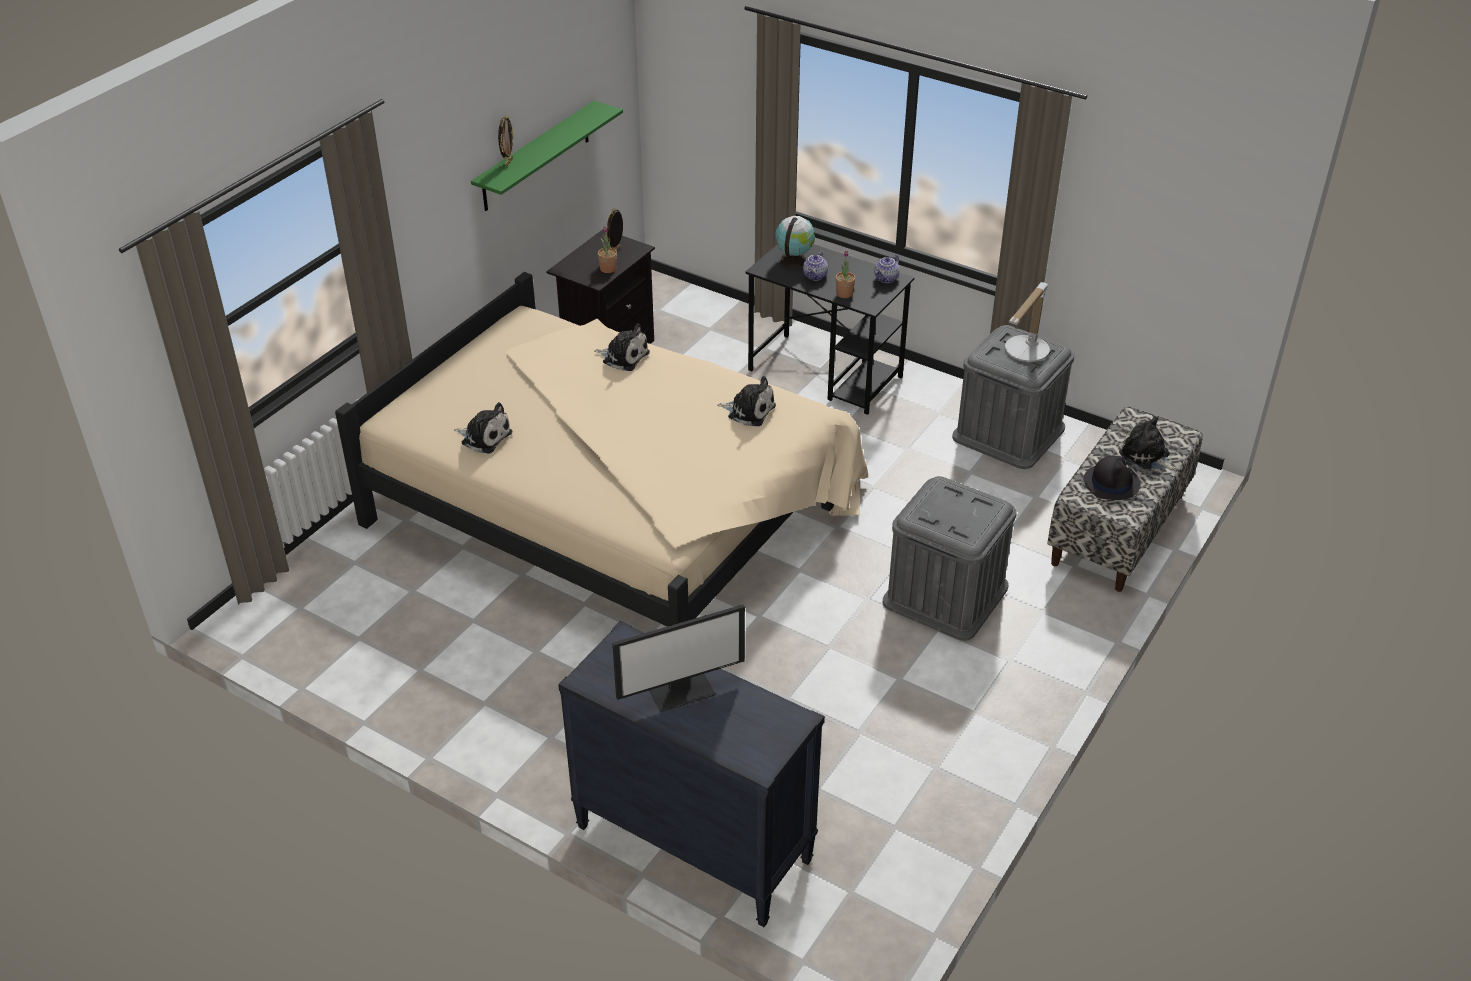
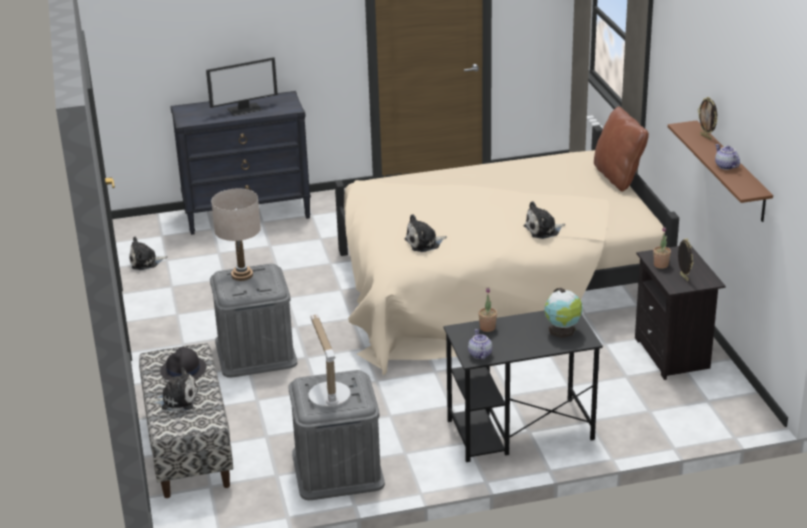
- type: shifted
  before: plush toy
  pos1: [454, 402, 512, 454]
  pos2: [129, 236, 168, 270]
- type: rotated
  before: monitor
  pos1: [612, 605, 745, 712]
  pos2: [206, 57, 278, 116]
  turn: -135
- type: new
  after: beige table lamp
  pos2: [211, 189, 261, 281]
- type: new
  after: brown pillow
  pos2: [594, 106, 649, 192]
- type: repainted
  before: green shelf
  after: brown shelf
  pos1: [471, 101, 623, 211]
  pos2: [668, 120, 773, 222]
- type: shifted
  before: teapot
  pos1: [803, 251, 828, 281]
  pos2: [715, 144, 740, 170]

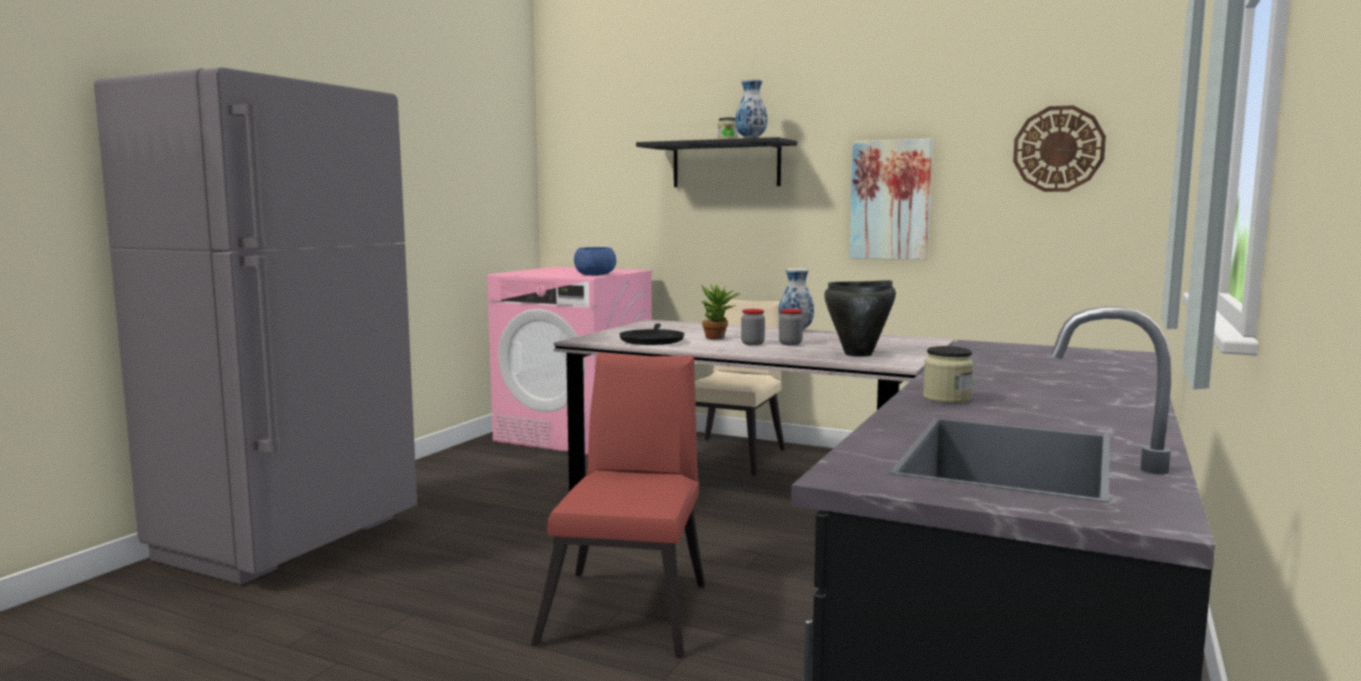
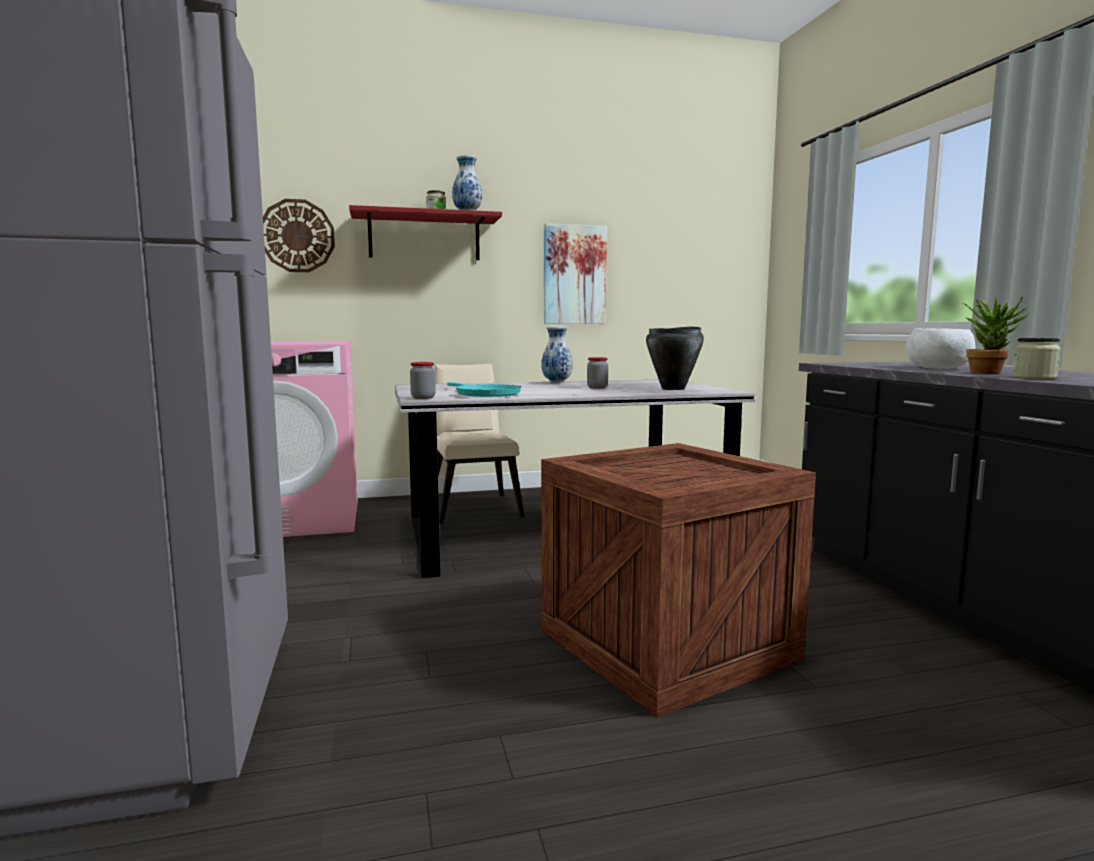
- type: shifted
  before: wall clock
  pos1: [1013, 105, 1106, 192]
  pos2: [263, 199, 335, 272]
- type: repainted
  before: black shelf
  after: red shelf
  pos1: [636, 137, 797, 187]
  pos2: [349, 205, 502, 260]
- type: shifted
  before: jar
  pos1: [741, 309, 765, 345]
  pos2: [410, 362, 436, 399]
- type: repainted
  before: black frying pan
  after: turquoise frying pan
  pos1: [619, 324, 684, 345]
  pos2: [447, 382, 521, 397]
- type: swapped
  before: red chair
  after: crate
  pos1: [531, 352, 705, 658]
  pos2: [541, 443, 816, 718]
- type: new
  after: white bowl
  pos2: [906, 328, 976, 369]
- type: shifted
  before: potted plant
  pos1: [701, 284, 741, 339]
  pos2: [962, 297, 1030, 374]
- type: gone
  before: blue bowl
  pos1: [574, 247, 616, 276]

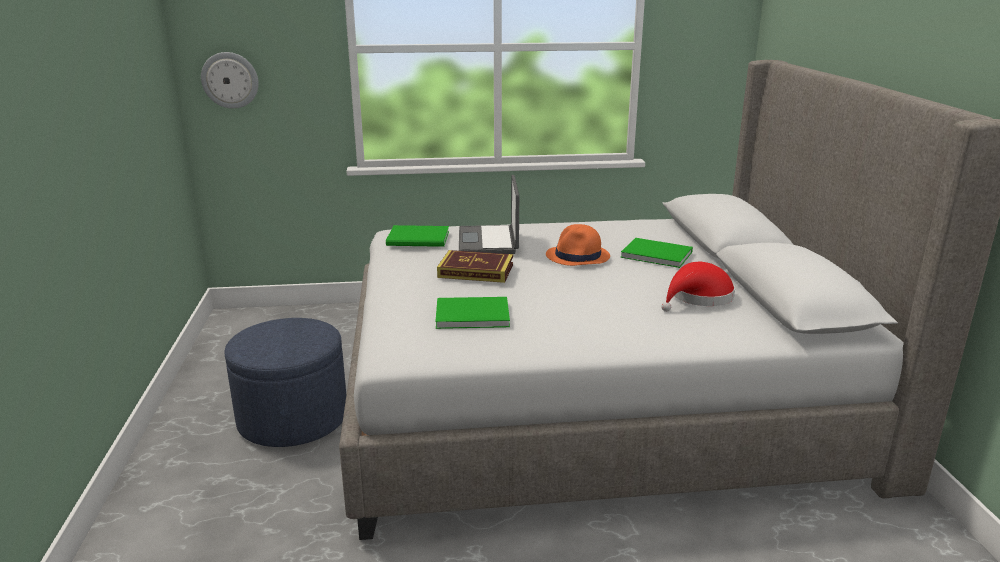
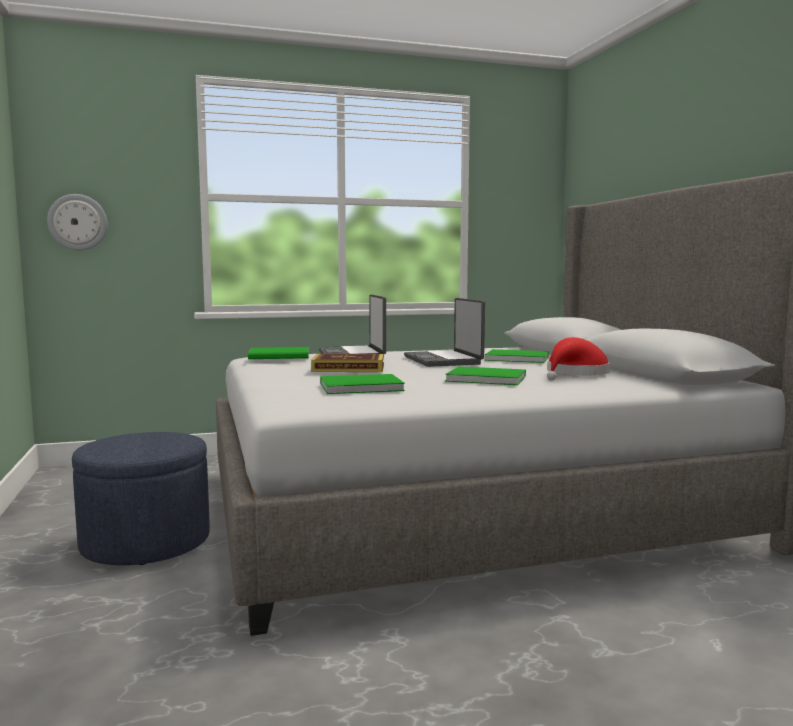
- type: swapped
  before: orange hat
  after: laptop
  pos1: [546, 224, 610, 266]
  pos2: [404, 298, 485, 367]
- type: new
  after: green book
  pos2: [445, 366, 526, 385]

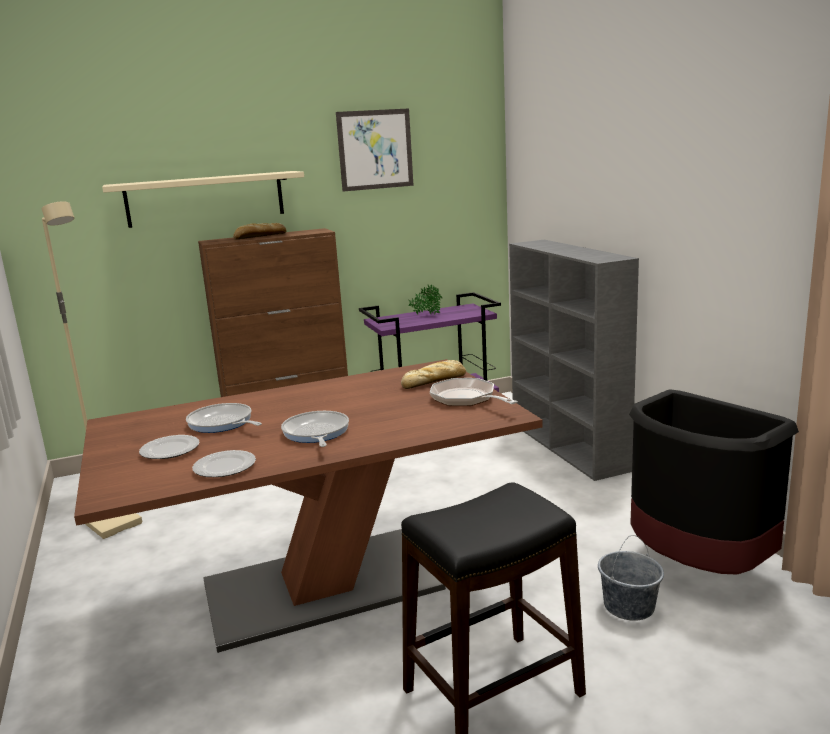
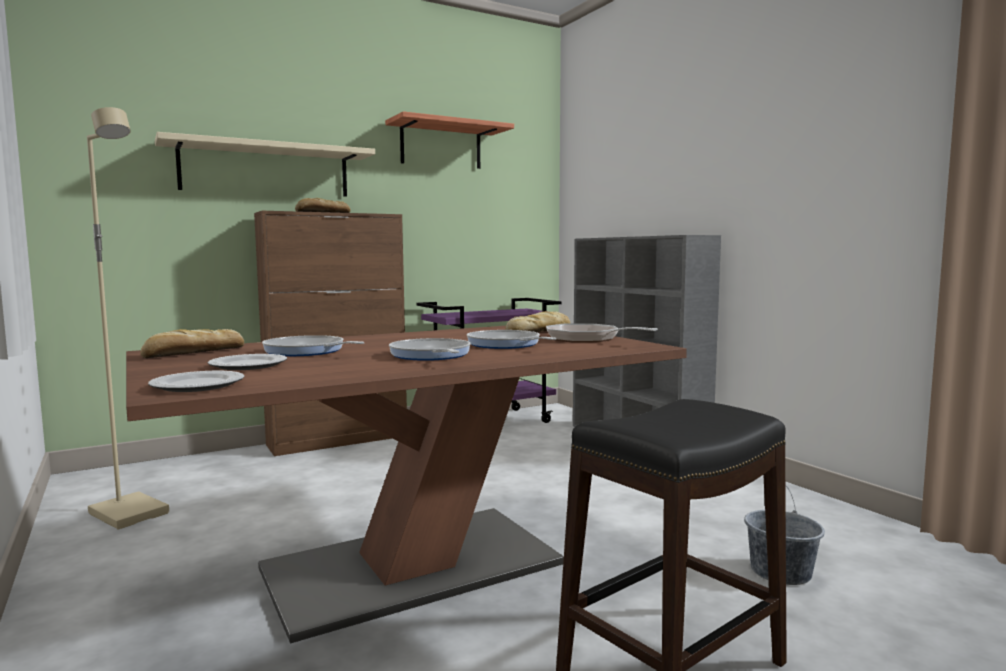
- type: new
  after: bread
  pos2: [140, 329, 244, 358]
- type: shifted
  before: plate
  pos1: [192, 450, 256, 477]
  pos2: [148, 371, 245, 392]
- type: swapped
  before: picture
  after: shelf
  pos1: [336, 108, 414, 192]
  pos2: [385, 111, 514, 169]
- type: new
  after: frying pan
  pos2: [467, 330, 557, 349]
- type: gone
  before: potted plant
  pos1: [408, 284, 442, 315]
- type: gone
  before: black trash can
  pos1: [629, 390, 799, 574]

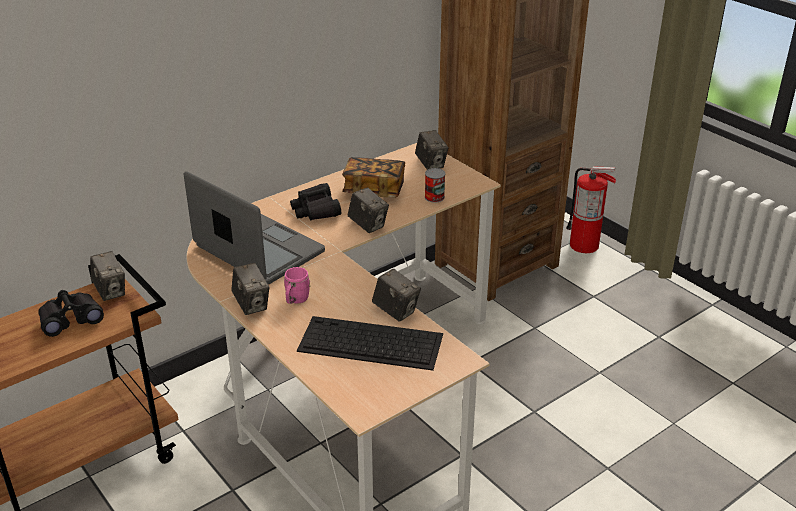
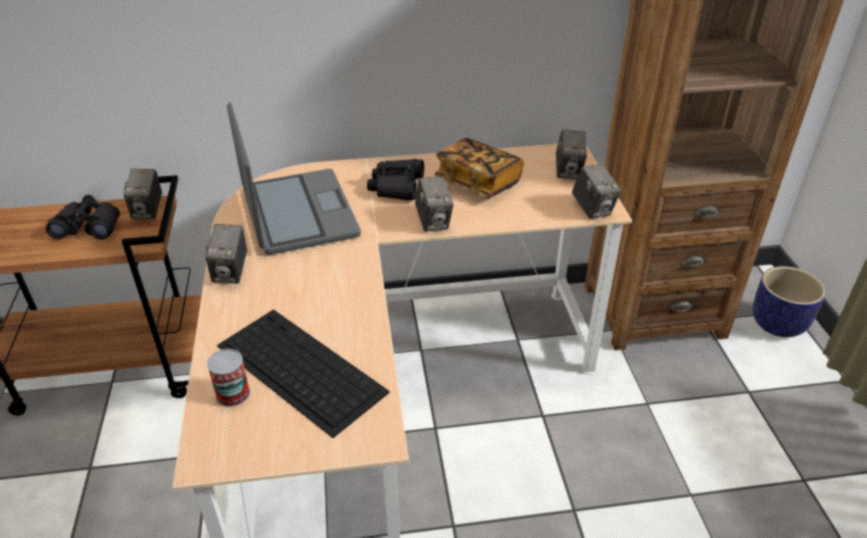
- type: shifted
  before: can
  pos1: [425, 168, 445, 203]
  pos2: [207, 349, 250, 407]
- type: shifted
  before: photo camera
  pos1: [372, 269, 421, 322]
  pos2: [572, 164, 621, 219]
- type: swapped
  before: fire extinguisher
  after: planter
  pos1: [566, 166, 616, 253]
  pos2: [752, 266, 826, 337]
- type: gone
  before: pink mug
  pos1: [284, 267, 310, 304]

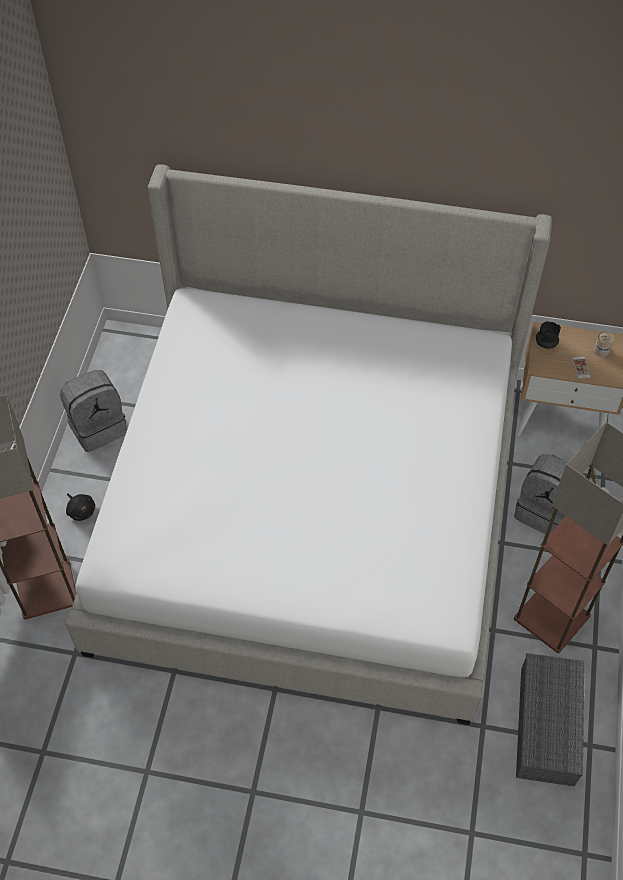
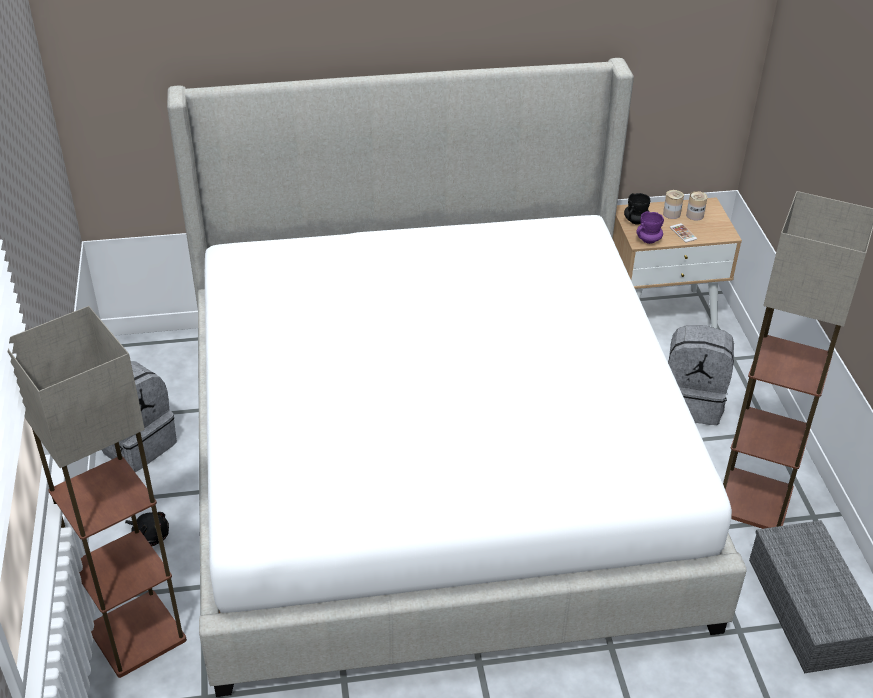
- type: new
  after: purple mug
  pos2: [636, 211, 664, 244]
- type: new
  after: can
  pos2: [663, 190, 684, 219]

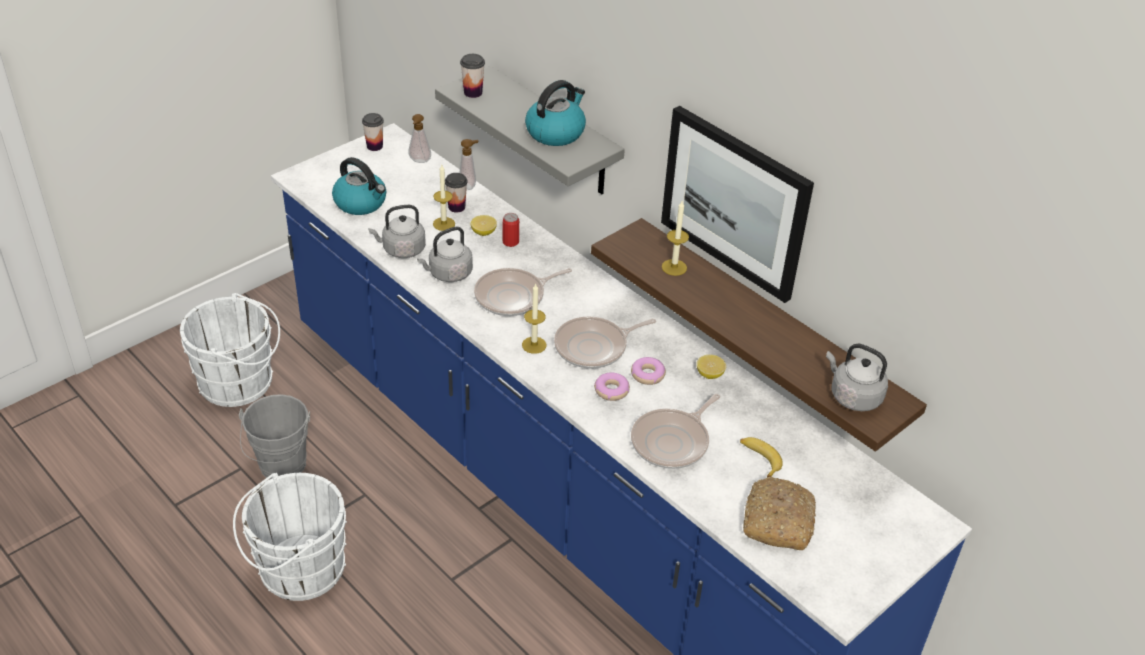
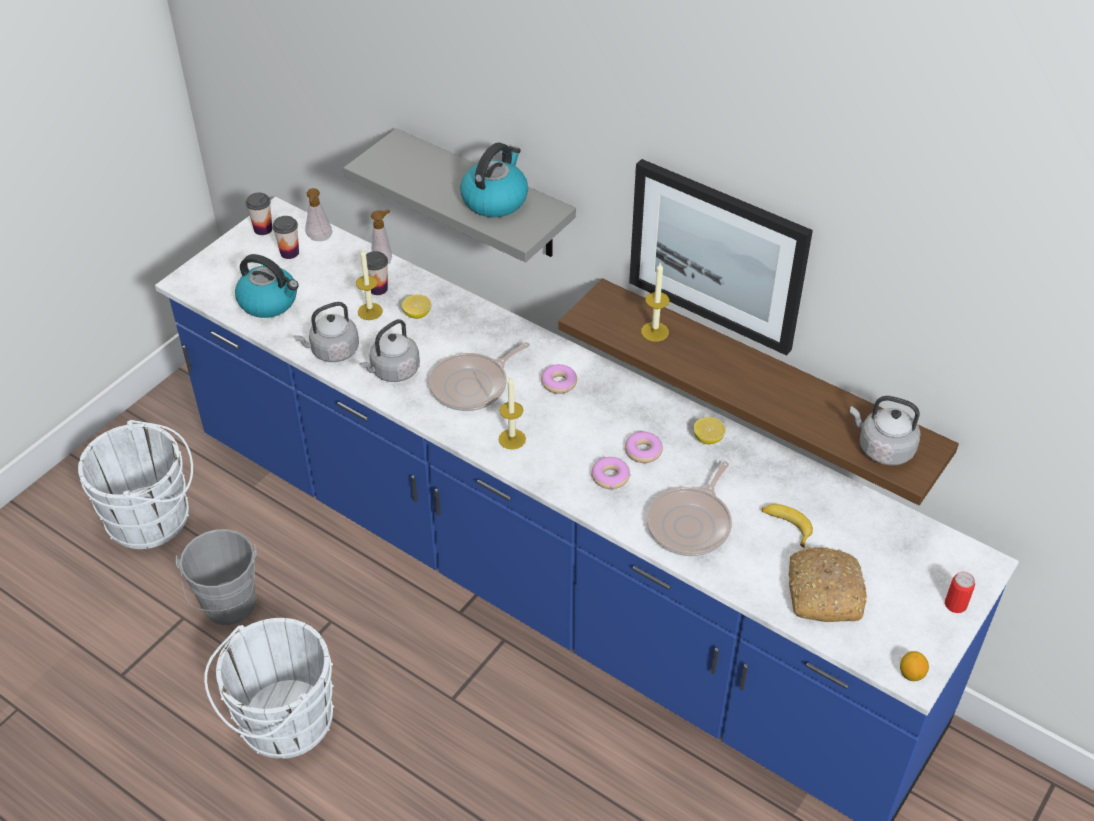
- type: shifted
  before: cup
  pos1: [460, 54, 485, 98]
  pos2: [272, 216, 299, 259]
- type: new
  after: donut
  pos2: [541, 364, 577, 394]
- type: new
  after: lemon
  pos2: [900, 651, 929, 681]
- type: shifted
  before: can
  pos1: [503, 213, 519, 247]
  pos2: [945, 571, 975, 613]
- type: gone
  before: frying pan
  pos1: [554, 316, 656, 369]

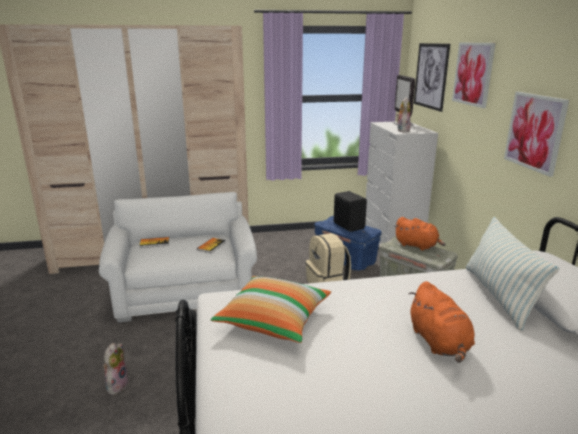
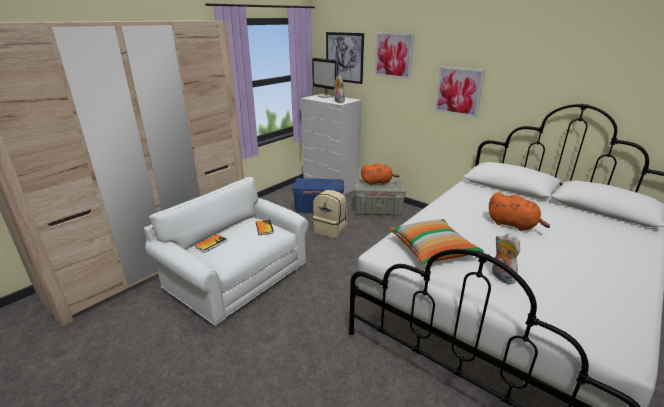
- type: shifted
  before: plush toy
  pos1: [103, 343, 129, 395]
  pos2: [492, 233, 520, 284]
- type: gone
  before: black speaker
  pos1: [334, 191, 367, 232]
- type: gone
  before: pillow
  pos1: [466, 217, 559, 330]

